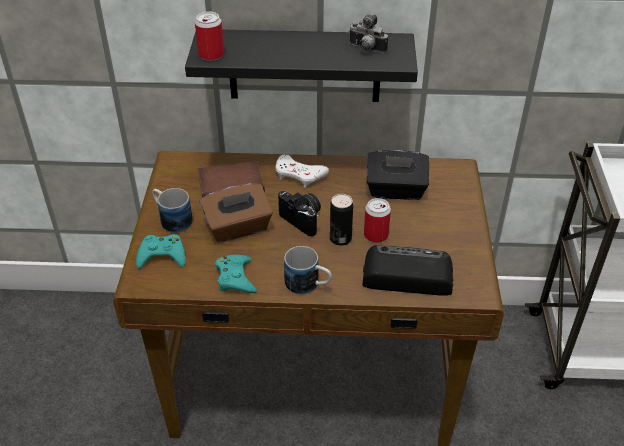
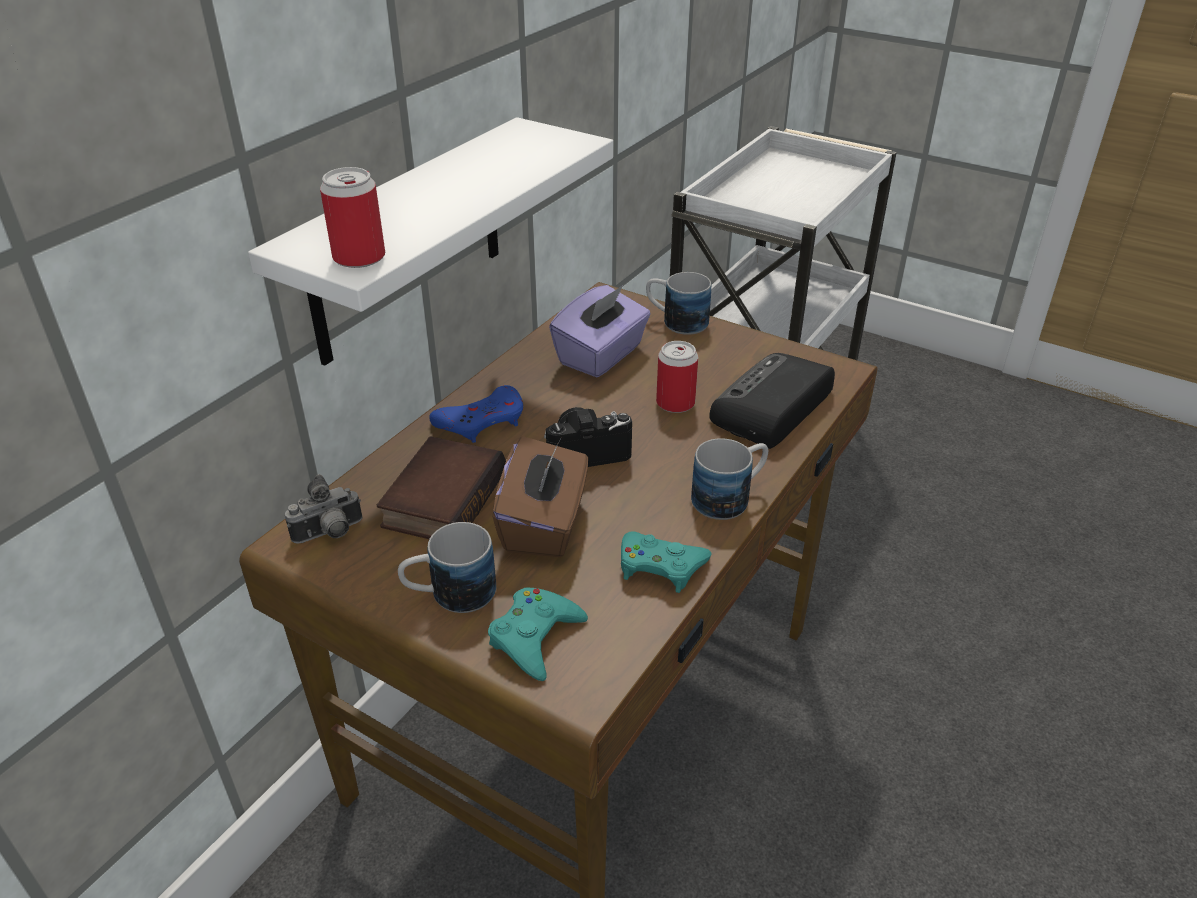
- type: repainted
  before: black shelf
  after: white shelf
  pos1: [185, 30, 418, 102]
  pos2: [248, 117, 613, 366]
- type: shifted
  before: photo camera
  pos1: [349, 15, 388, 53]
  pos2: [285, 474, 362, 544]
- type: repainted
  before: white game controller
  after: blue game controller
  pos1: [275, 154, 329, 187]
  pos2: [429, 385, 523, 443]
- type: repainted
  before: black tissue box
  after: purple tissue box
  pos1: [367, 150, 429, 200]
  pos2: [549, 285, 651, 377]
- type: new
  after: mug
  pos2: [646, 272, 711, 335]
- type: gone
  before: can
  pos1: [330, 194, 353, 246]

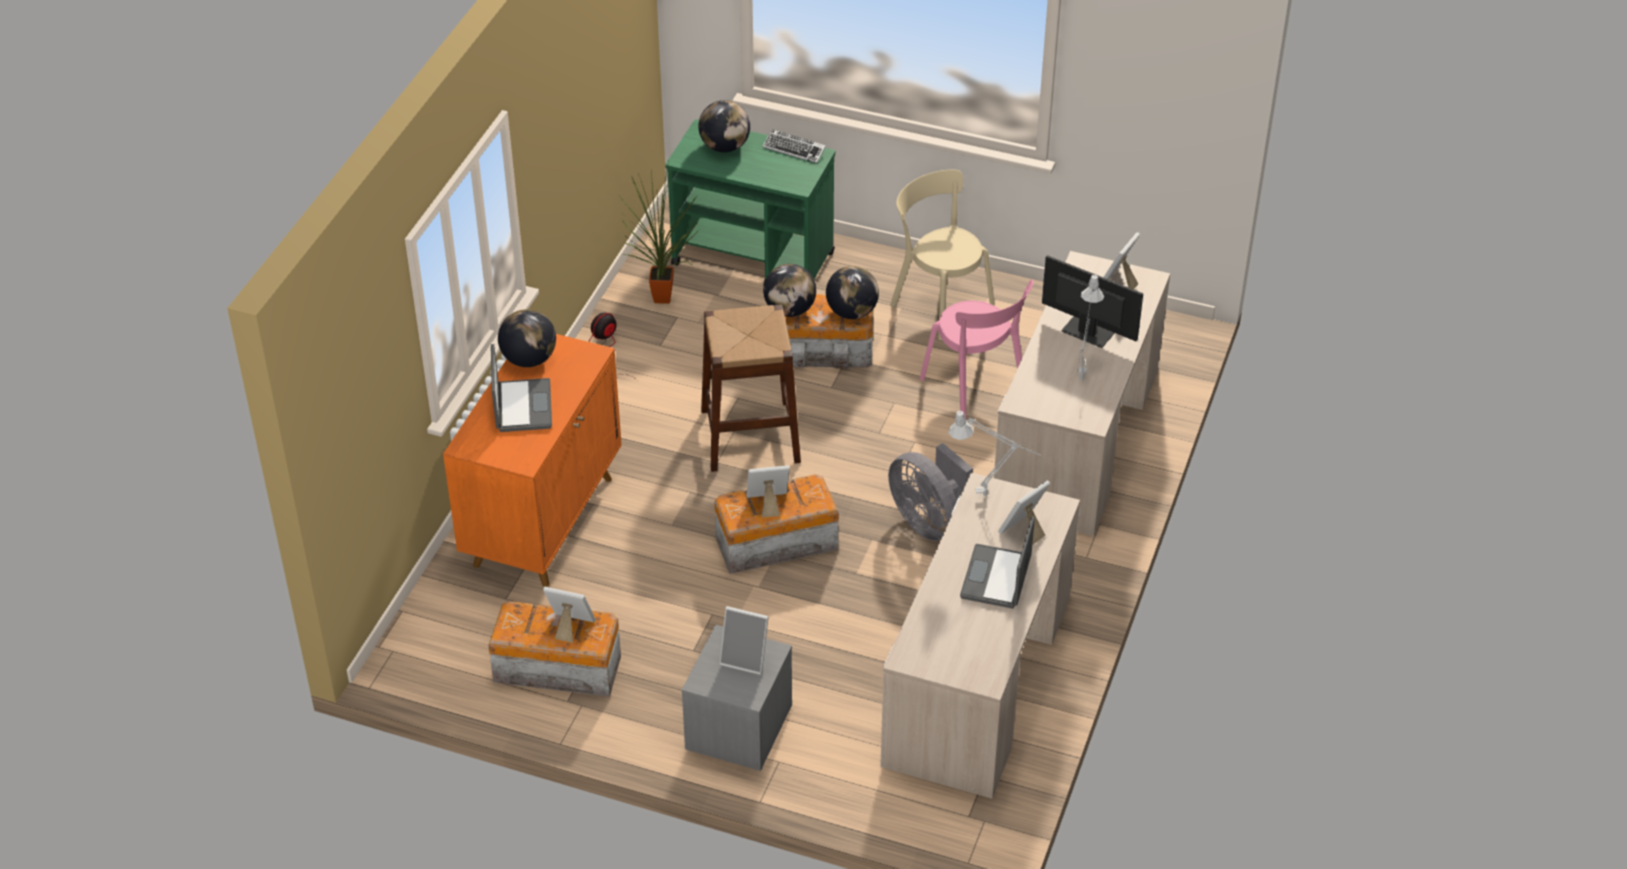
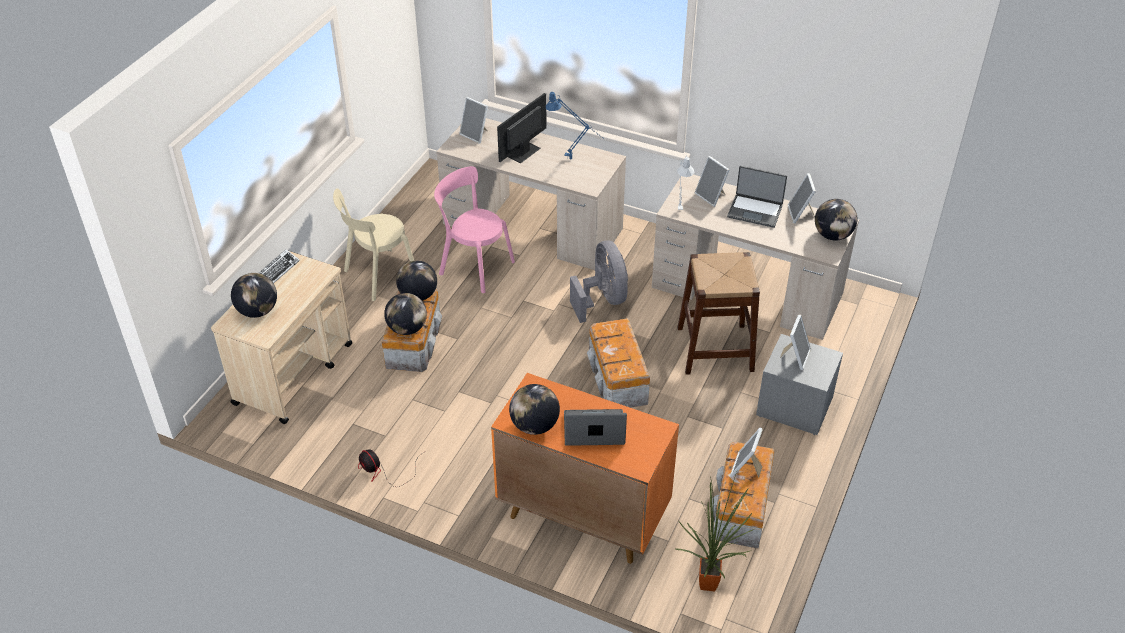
- type: repainted
  before: green cart
  after: beige cart
  pos1: [665, 119, 835, 286]
  pos2: [211, 251, 352, 424]
- type: rotated
  before: pink chair
  pos1: [920, 280, 1033, 419]
  pos2: [434, 166, 515, 293]
  turn: -120
- type: repainted
  before: grey table lamp
  after: blue table lamp
  pos1: [1076, 275, 1104, 380]
  pos2: [546, 92, 604, 160]
- type: rotated
  before: grey fan
  pos1: [888, 443, 973, 541]
  pos2: [570, 241, 628, 323]
  turn: -75
- type: shifted
  before: potted plant
  pos1: [617, 161, 699, 304]
  pos2: [675, 472, 754, 591]
- type: shifted
  before: brown stool
  pos1: [701, 305, 801, 472]
  pos2: [677, 252, 760, 375]
- type: shifted
  before: picture frame
  pos1: [747, 465, 790, 518]
  pos2: [788, 173, 816, 223]
- type: new
  after: globe
  pos2: [815, 199, 858, 241]

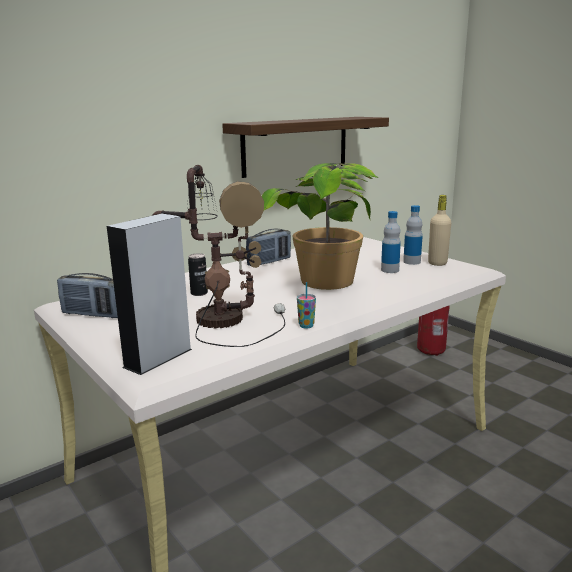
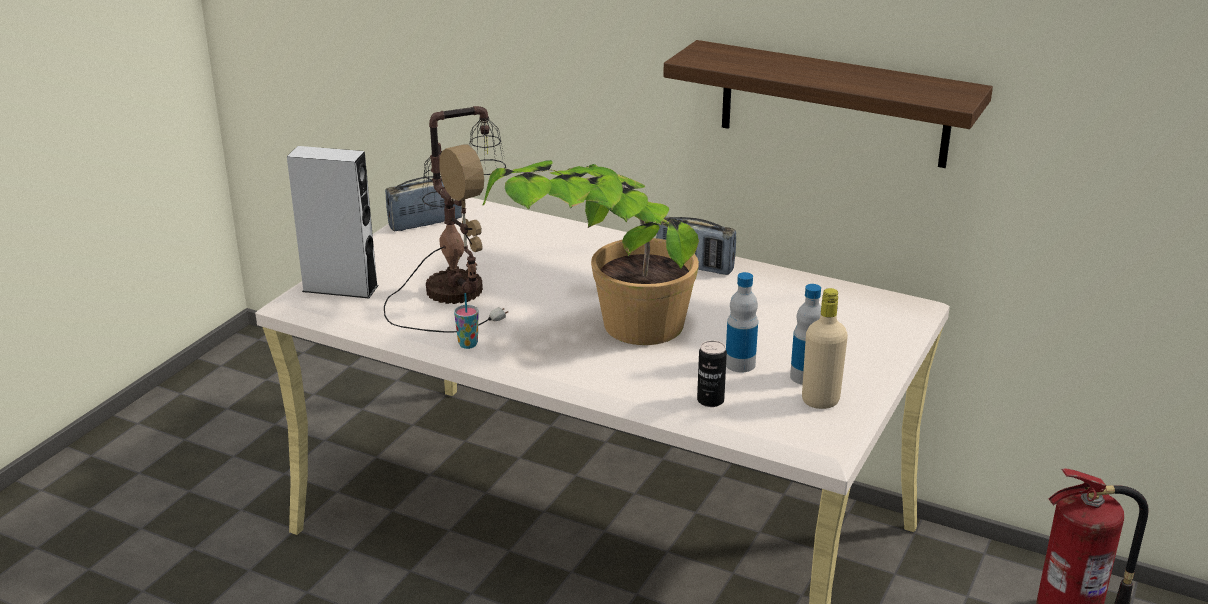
- type: rotated
  before: radio
  pos1: [57, 273, 118, 318]
  pos2: [385, 176, 462, 231]
  turn: 75
- type: shifted
  before: can
  pos1: [188, 253, 208, 296]
  pos2: [697, 340, 727, 407]

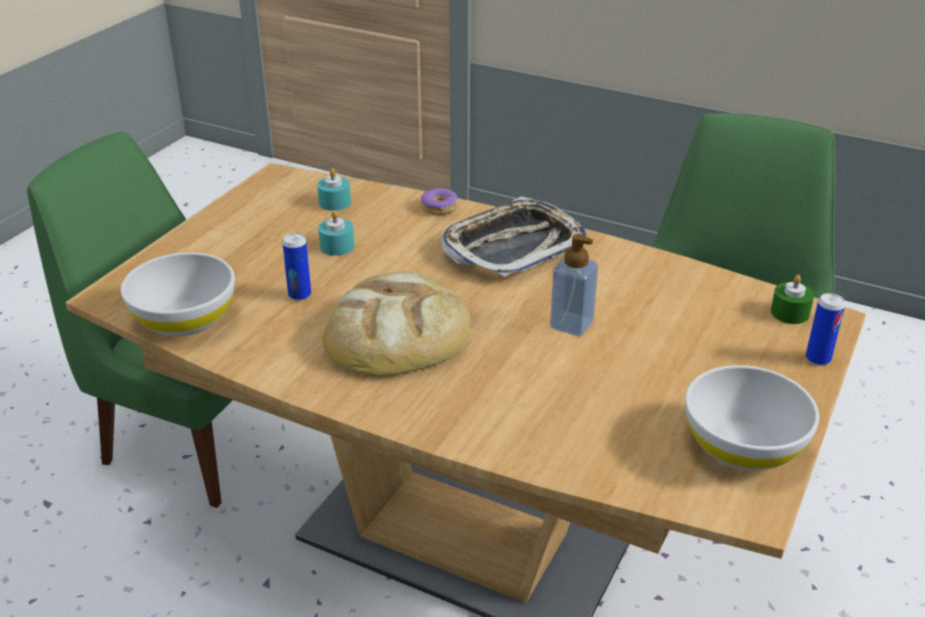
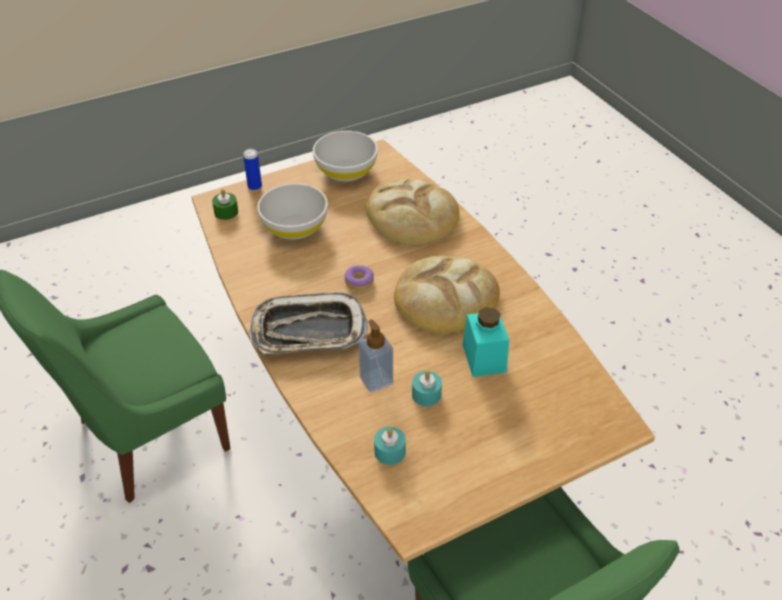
- type: shifted
  before: white bowl
  pos1: [121, 252, 235, 336]
  pos2: [257, 183, 328, 240]
- type: shifted
  before: donut
  pos1: [421, 188, 457, 215]
  pos2: [345, 265, 374, 290]
- type: shifted
  before: soap dispenser
  pos1: [550, 234, 598, 336]
  pos2: [358, 319, 393, 392]
- type: new
  after: bread
  pos2: [365, 179, 459, 245]
- type: swapped
  before: can
  after: turquoise jar
  pos1: [282, 233, 311, 301]
  pos2: [462, 307, 509, 377]

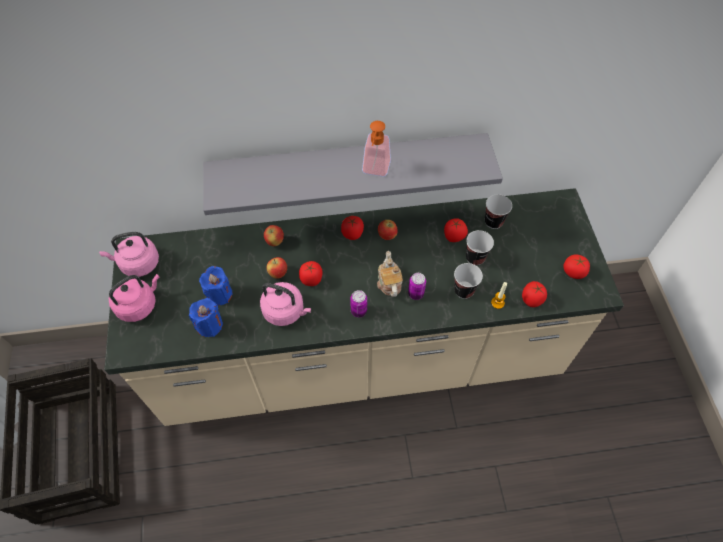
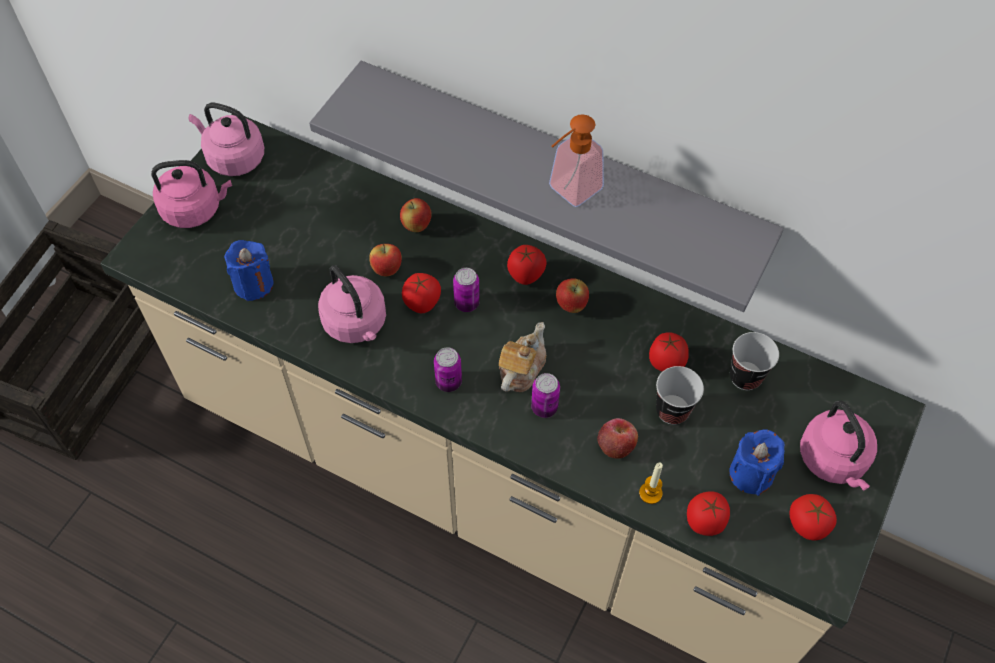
- type: new
  after: can
  pos2: [453, 268, 480, 312]
- type: swapped
  before: cup
  after: apple
  pos1: [454, 263, 483, 299]
  pos2: [597, 418, 638, 459]
- type: shifted
  before: blue candle
  pos1: [199, 266, 233, 306]
  pos2: [729, 429, 784, 496]
- type: new
  after: pink kettle
  pos2: [800, 401, 877, 491]

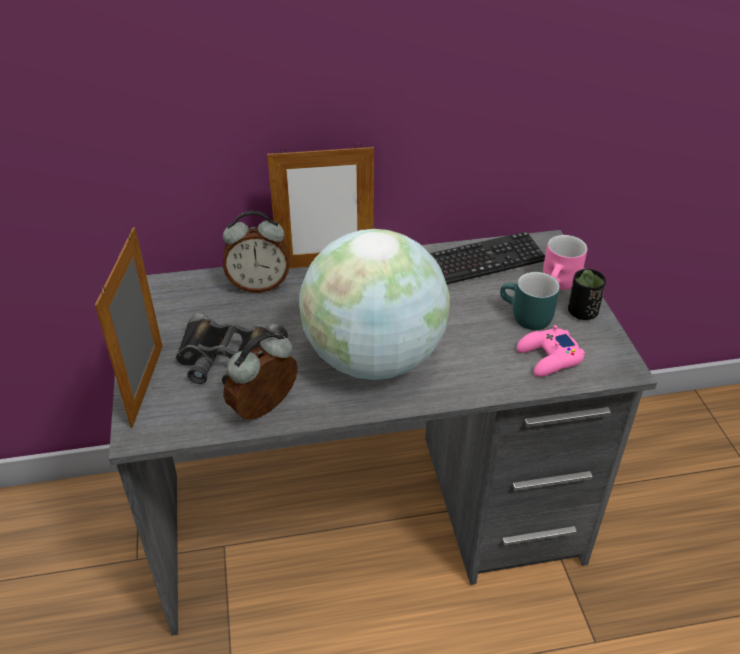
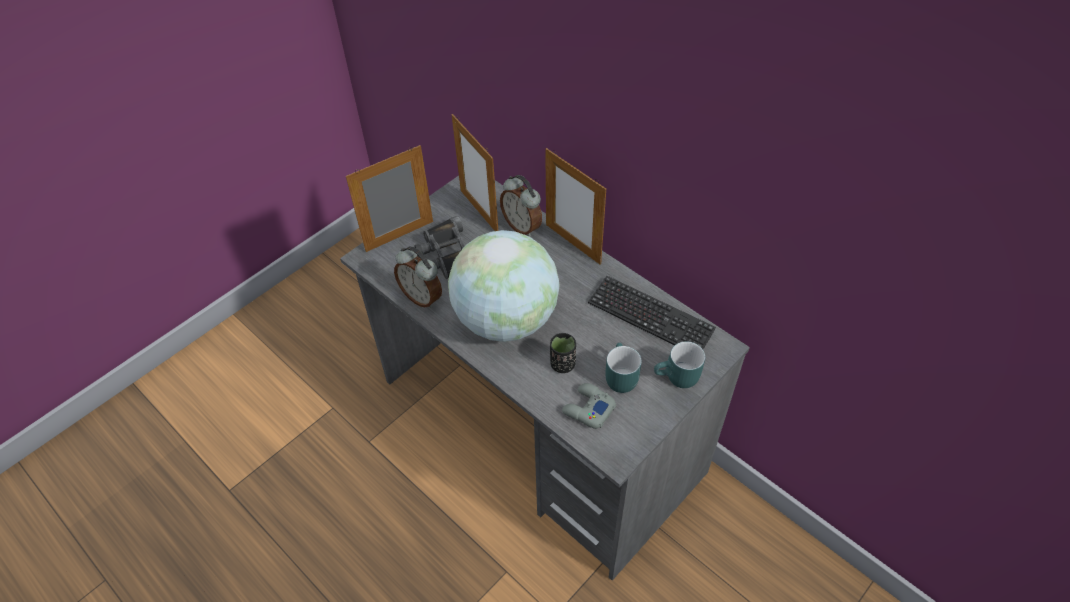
- type: rotated
  before: alarm clock
  pos1: [223, 332, 298, 420]
  pos2: [394, 246, 442, 308]
  turn: -150
- type: new
  after: picture frame
  pos2: [452, 114, 498, 231]
- type: shifted
  before: black cup
  pos1: [568, 269, 606, 320]
  pos2: [550, 333, 576, 373]
- type: repainted
  before: pink game controller
  after: grey game controller
  pos1: [517, 325, 585, 377]
  pos2: [562, 383, 616, 429]
- type: repainted
  before: pink mug
  after: turquoise mug
  pos1: [543, 235, 587, 290]
  pos2: [654, 341, 705, 388]

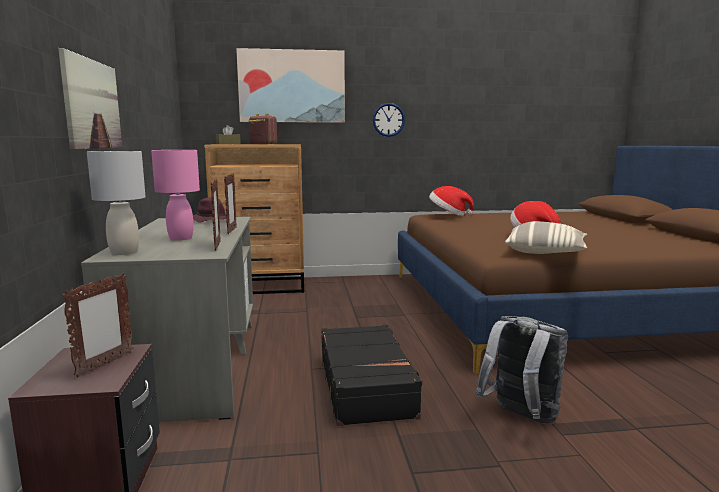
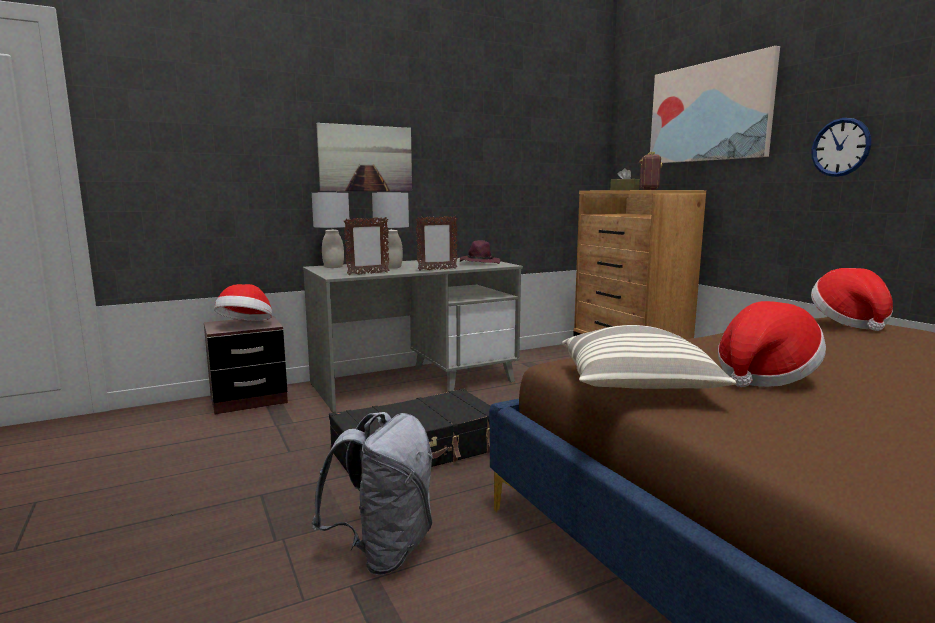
- type: swapped
  before: picture frame
  after: hat
  pos1: [62, 273, 133, 377]
  pos2: [214, 284, 272, 321]
- type: repainted
  before: pink table lamp
  after: grey table lamp
  pos1: [151, 150, 200, 241]
  pos2: [372, 193, 409, 269]

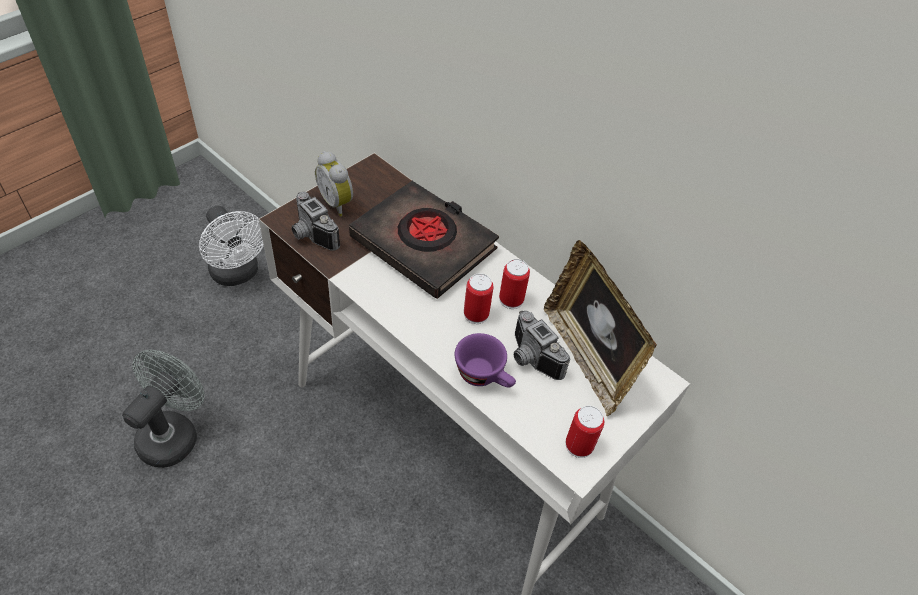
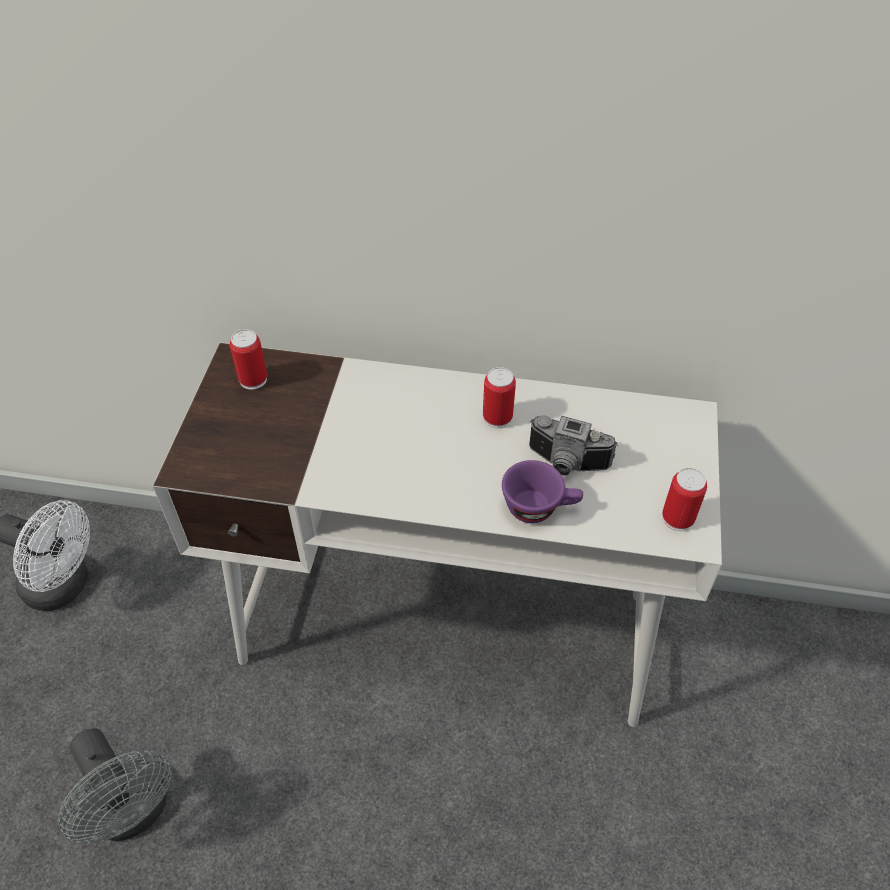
- type: rotated
  before: grey fan
  pos1: [122, 350, 205, 468]
  pos2: [58, 728, 172, 844]
  turn: 150
- type: shifted
  before: can
  pos1: [464, 273, 493, 324]
  pos2: [230, 330, 267, 390]
- type: gone
  before: photo camera
  pos1: [291, 192, 340, 251]
- type: gone
  before: alarm clock
  pos1: [315, 151, 353, 217]
- type: gone
  before: black book
  pos1: [349, 181, 499, 299]
- type: gone
  before: picture frame
  pos1: [544, 240, 657, 417]

